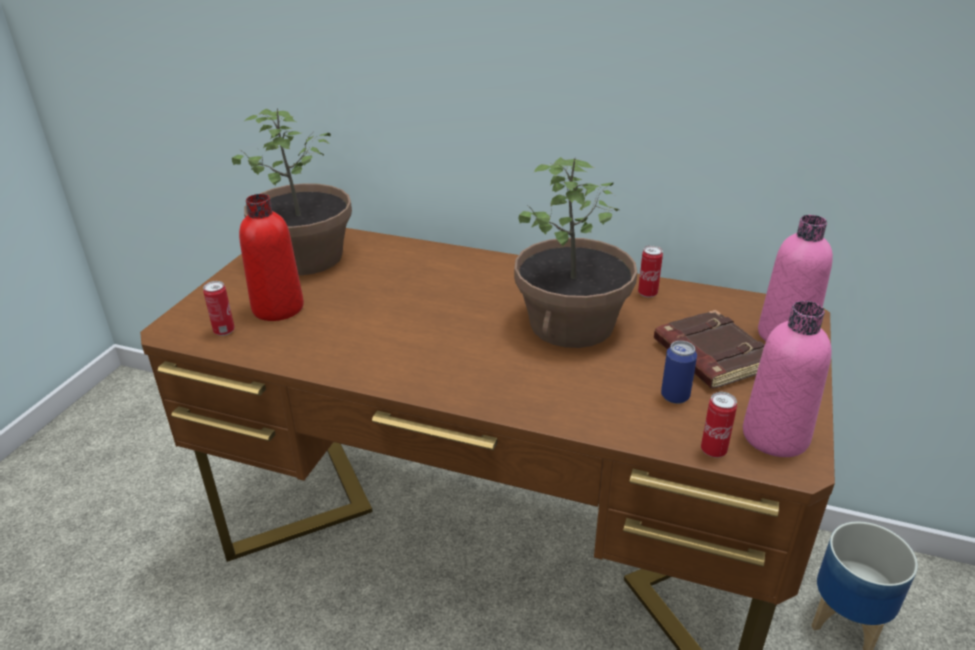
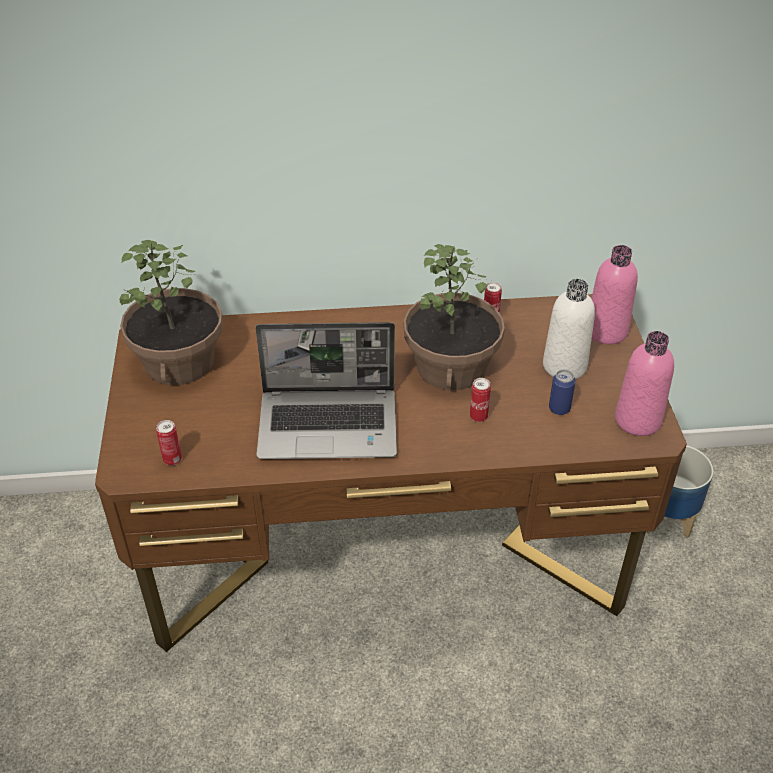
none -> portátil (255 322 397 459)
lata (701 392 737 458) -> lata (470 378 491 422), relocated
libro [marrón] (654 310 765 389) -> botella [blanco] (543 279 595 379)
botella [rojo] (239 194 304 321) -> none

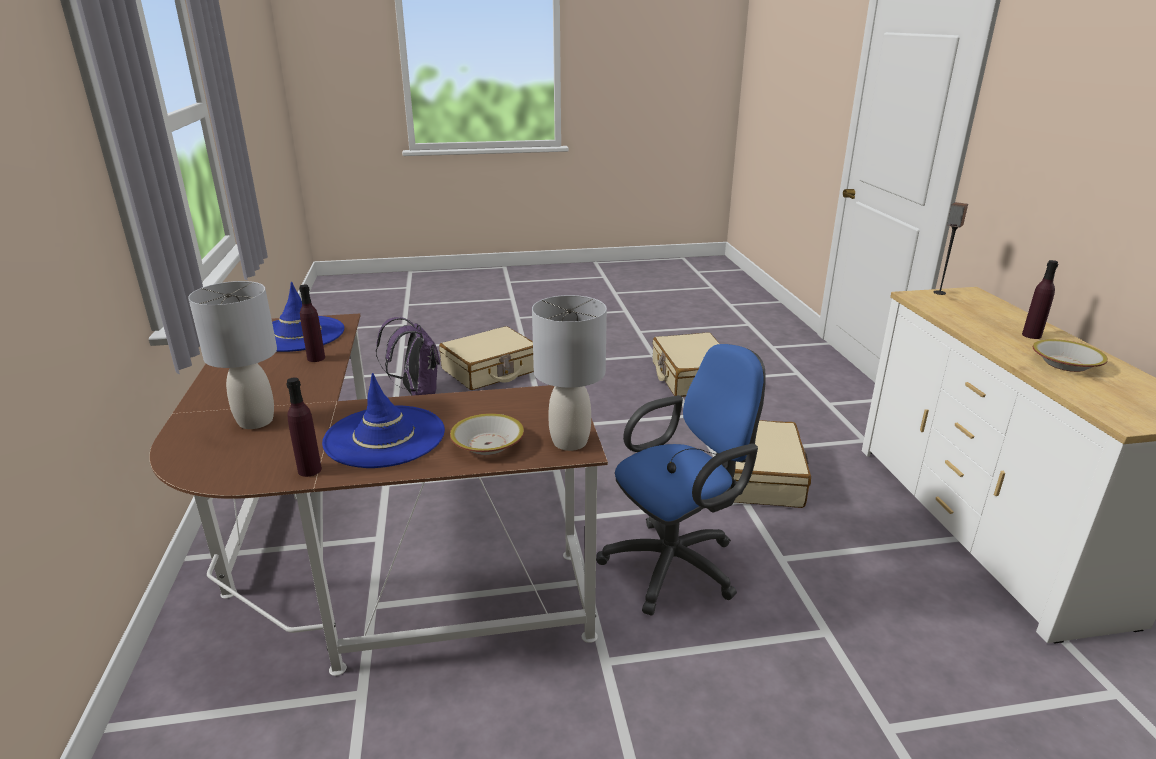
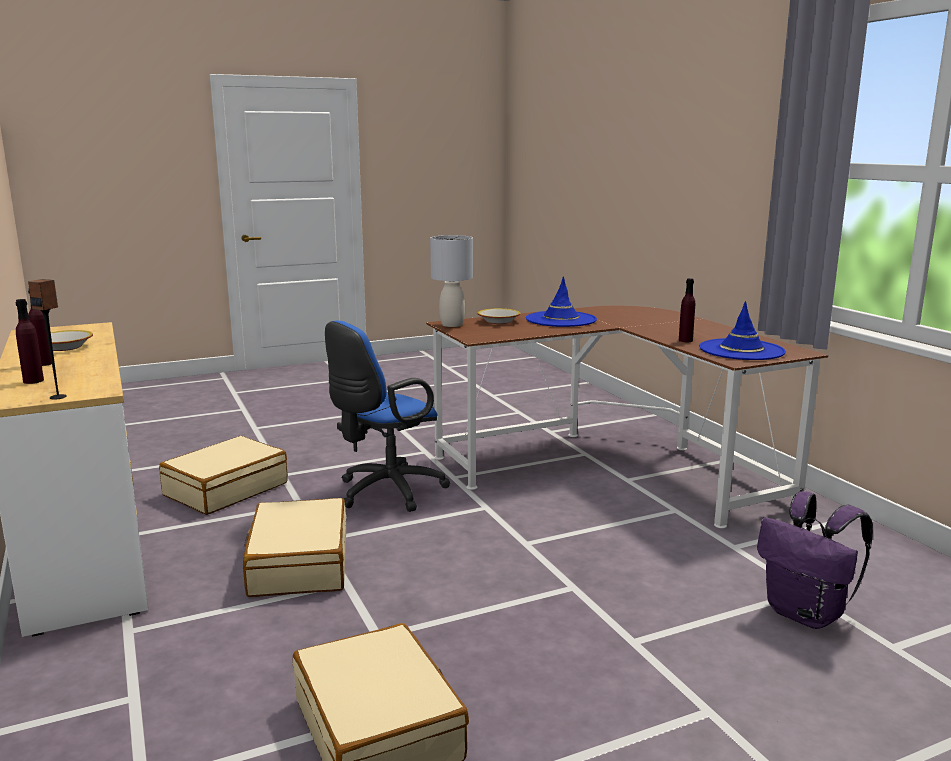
botella [morado] (286 377 322 477) -> botella [morado] (16 299 44 384), relocated
maleta [beis] (439 326 534 390) -> maleta [beis] (159 436 288 515), relocated
lámpara de mesa [gris] (188 281 277 429) -> none

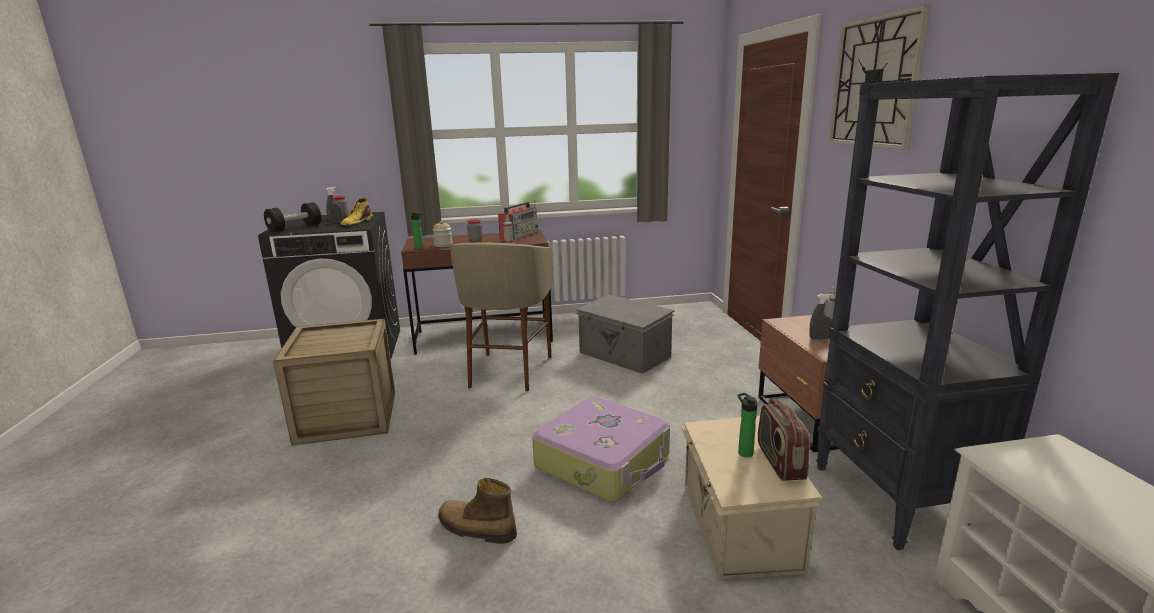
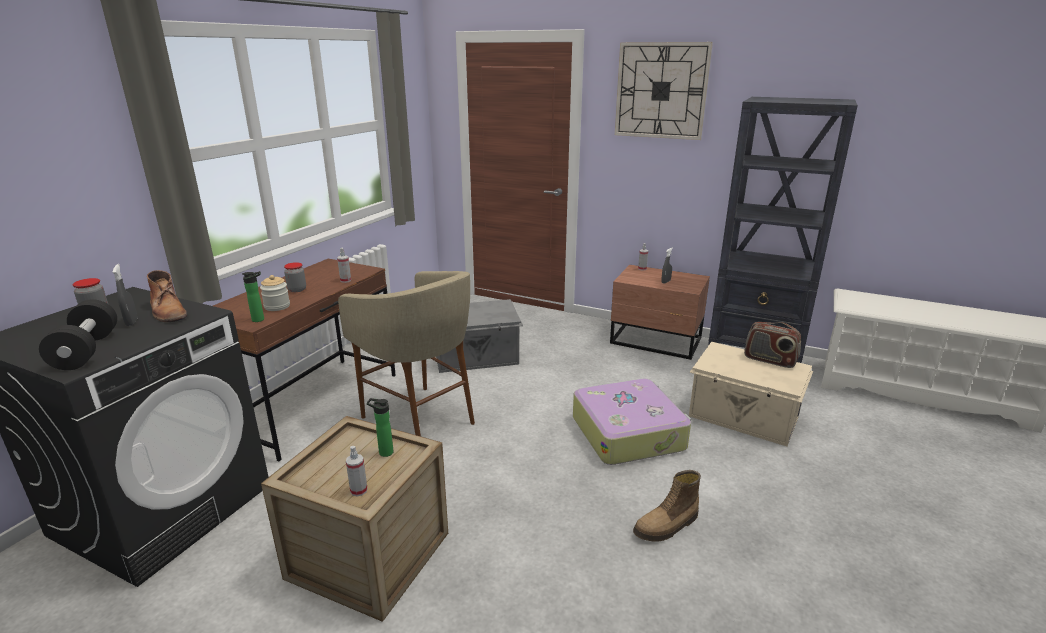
bota [amarillo] (340 198 373 227) -> bota [marrón] (147 270 187 322)
none -> pulverizador (346 446 368 496)
botella (738 393 758 458) -> botella (367 398 394 457), relocated
radio (498 200 538 240) -> none

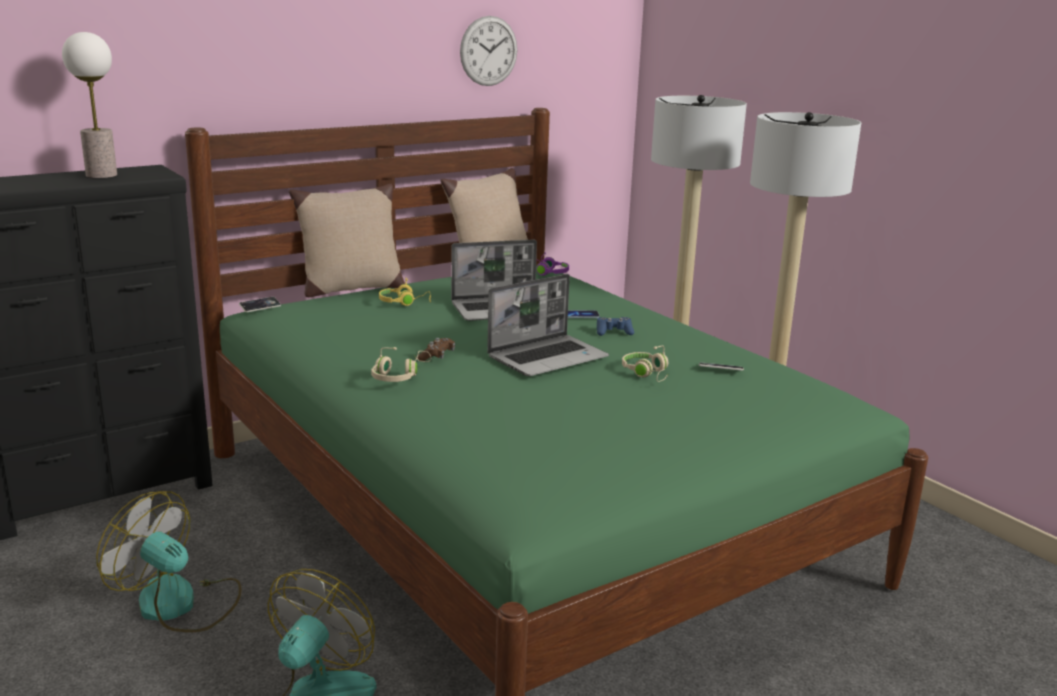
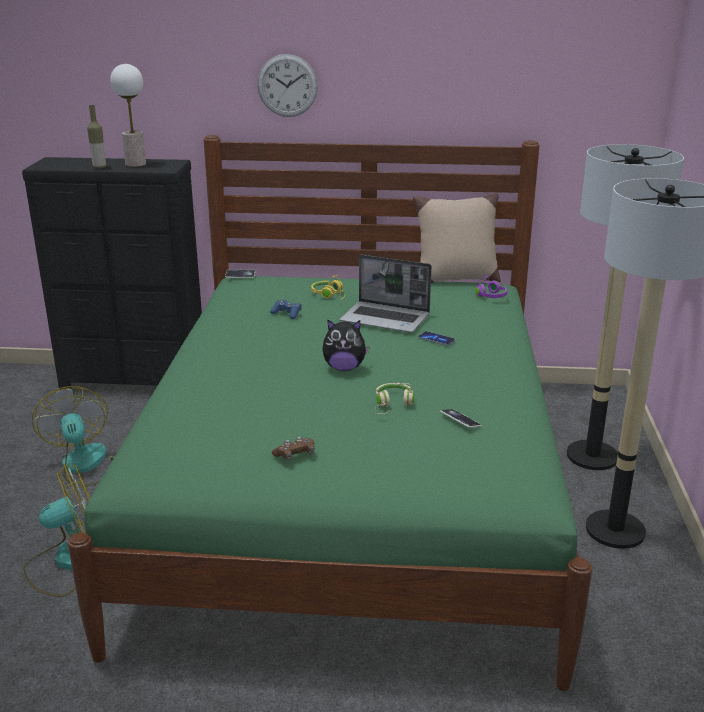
none -> botella (87 105 106 169)
reloj de pared (460 16 517 86) -> reloj de pared (257 54 318 117), relocated
mando de consola [azul] (597 317 634 336) -> mando de consola [azul] (270 300 301 319), relocated
mando de consola [marrón] (418 338 455 361) -> mando de consola [marrón] (272 437 314 461), relocated
portátil (487 274 609 376) -> peluche (322 320 370 371)
cojín [beis] (289 184 405 297) -> none
auriculares [beis] (371 347 431 382) -> none

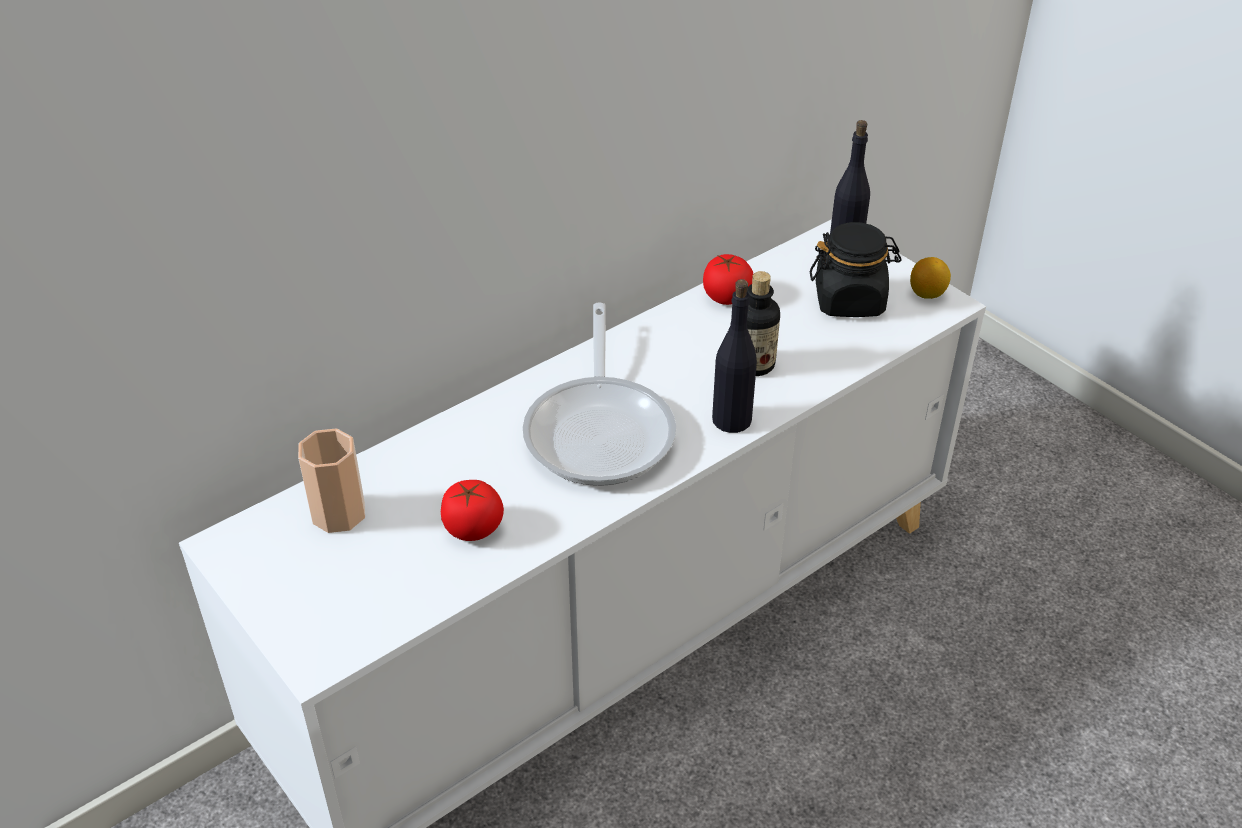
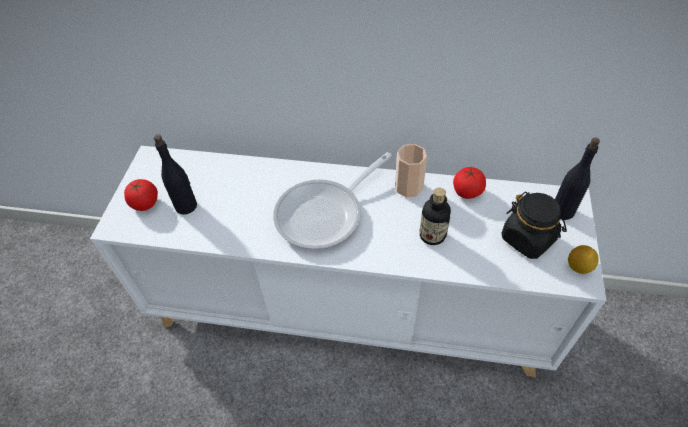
tomate (441 480 504 541) -> tomate (124 179 158 211), relocated
botella [negro] (712 279 757 433) -> botella [negro] (154 135 197 214), relocated
taza (298 429 365 533) -> taza (395 144 427 197), relocated

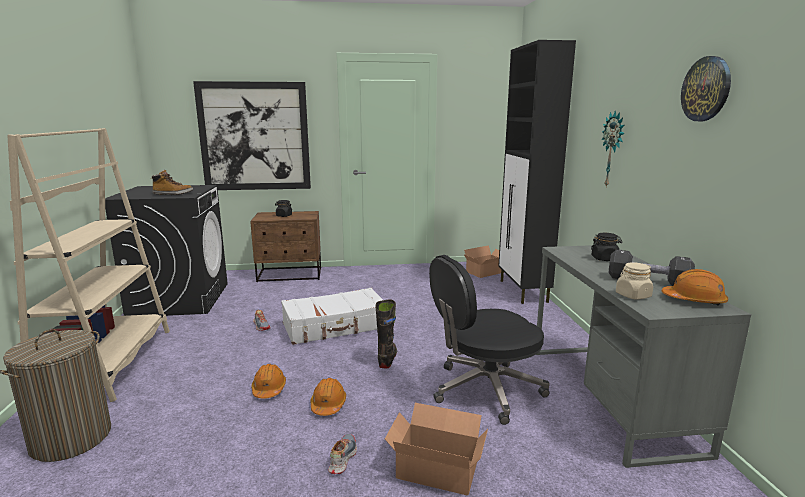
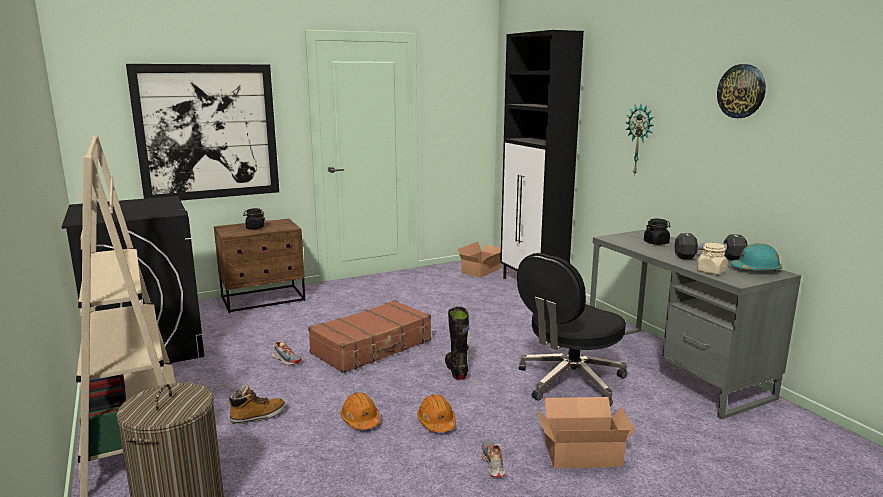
bota (151 169 193 195) -> bota (227 385 285 424), relocated
maleta [blanco] (281 288 383 345) -> maleta [marrón] (308 300 431 373)
casco [naranja] (662 269 728 305) -> casco [turquesa] (730 243 782 271)

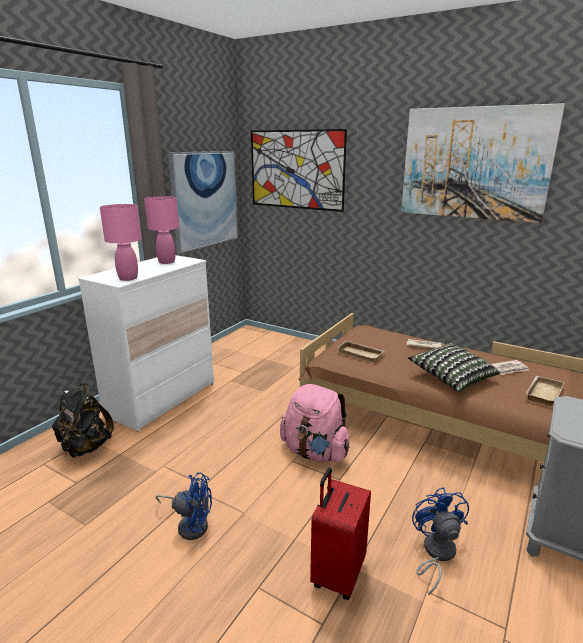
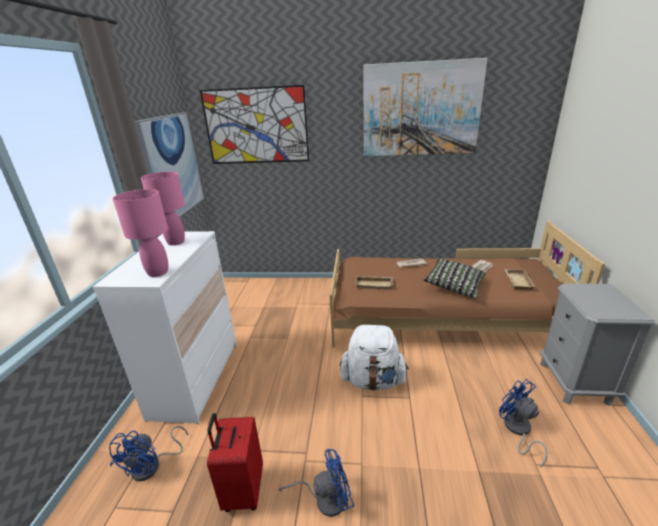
mochila [negro] (52 384 114 458) -> ventilador [azul] (109 426 188 481)
maleta [rojo] (310 468 371 600) -> maleta [rojo] (207 413 263 512), relocated
mochila [rosa] (280 384 350 462) -> mochila [blanco] (340 325 409 391)

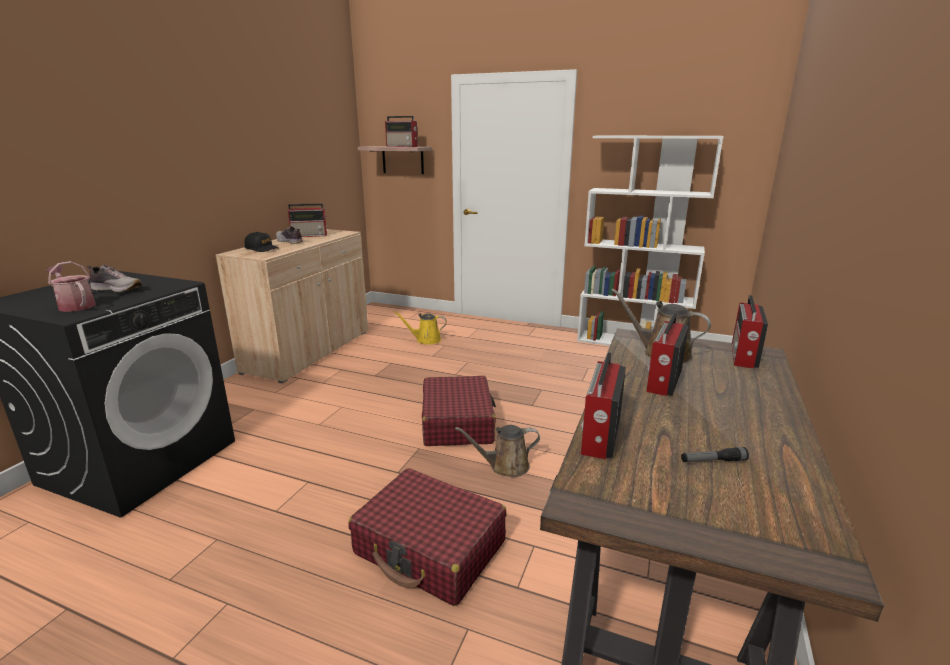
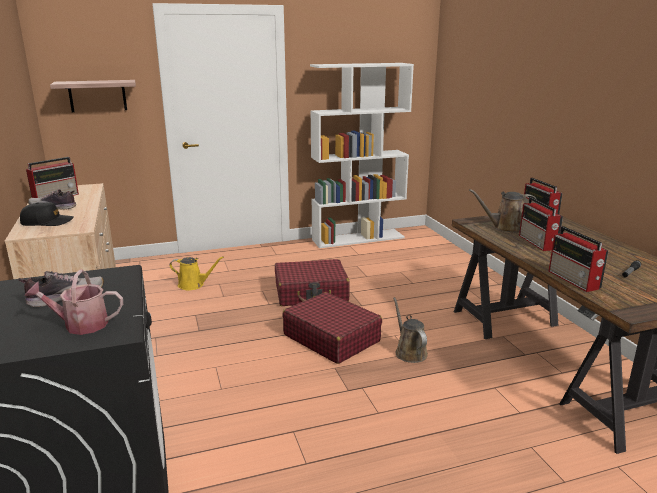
regadera [amarillo] (393 311 447 345) -> regadera [amarillo] (169 256 224 290), 135 degrees counterclockwise
maleta [rojo] (349 468 506 606) -> maleta [rojo] (275 259 350 306), relocated
regadera [marrón] (455 425 540 477) -> regadera [marrón] (393 297 428 363), 120 degrees clockwise
radio (385 116 418 147) -> none

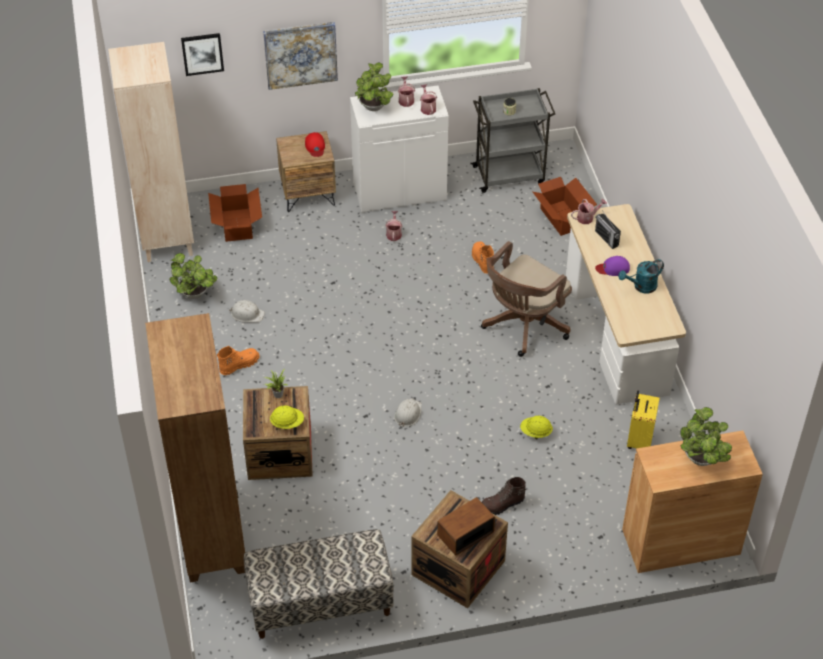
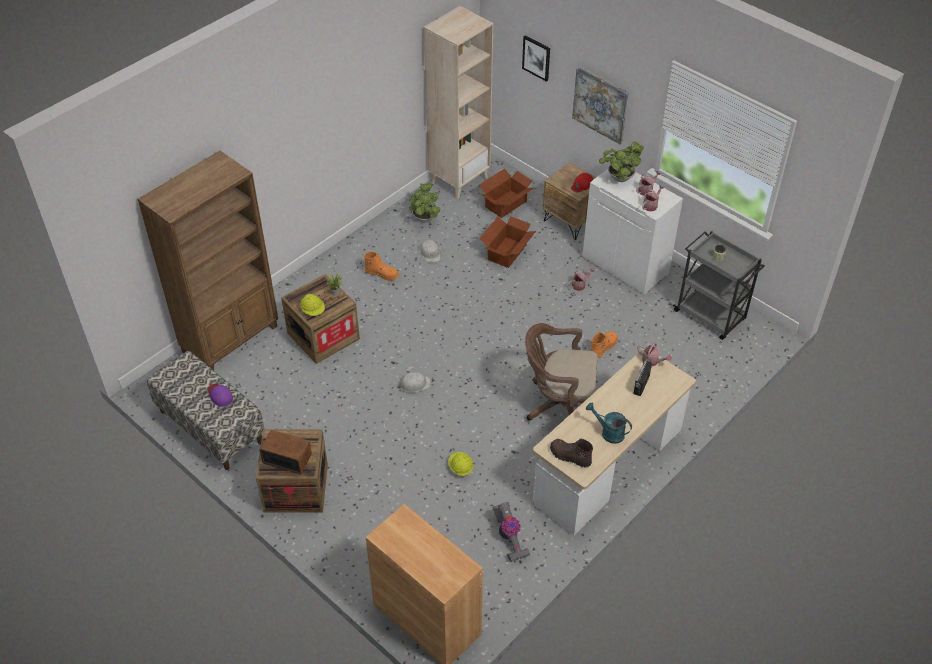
gorra [morado] (595 256 630 276) -> gorra [morado] (208 384 233 407), relocated
caja de cartón (533 177 597 236) -> caja de cartón (479 216 536 268), relocated
maleta [amarillo] (627 390 660 449) -> aspiradora (493 502 530 562)
bota [marrón] (482 477 526 515) -> bota [marrón] (550 438 593 468), relocated
planta en maceta (680 407 732 466) -> none

